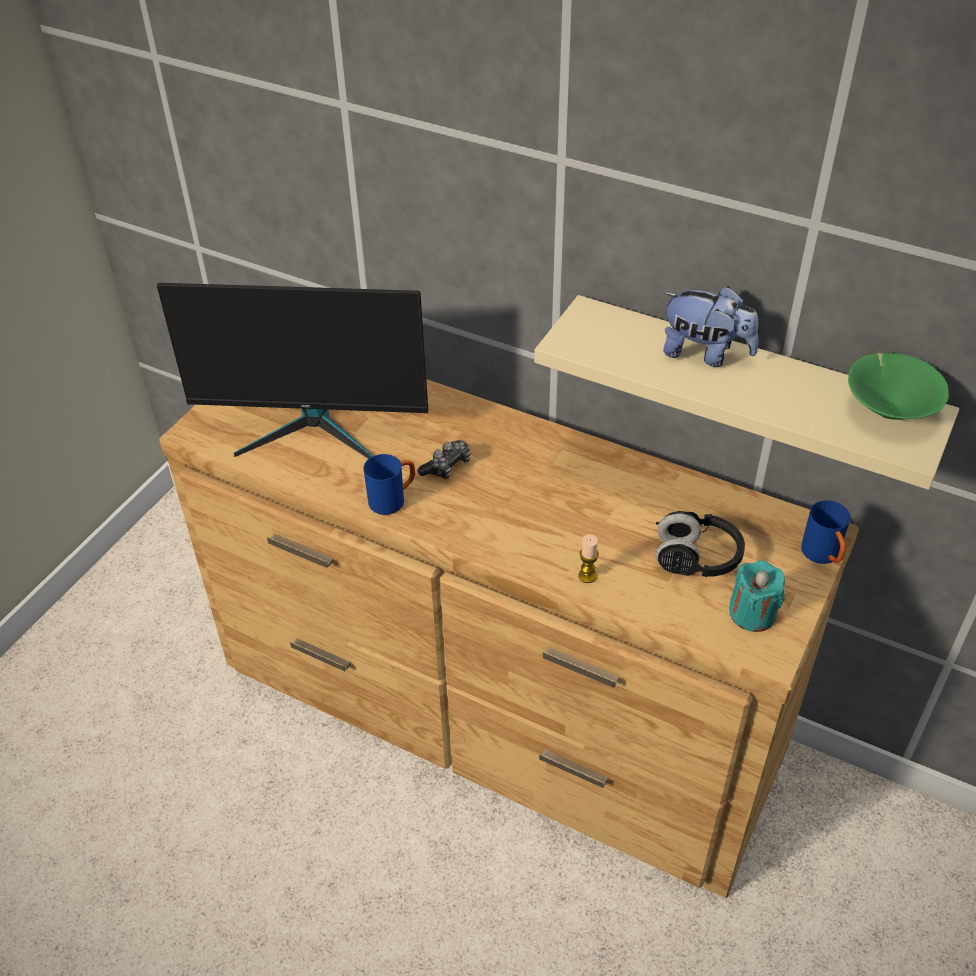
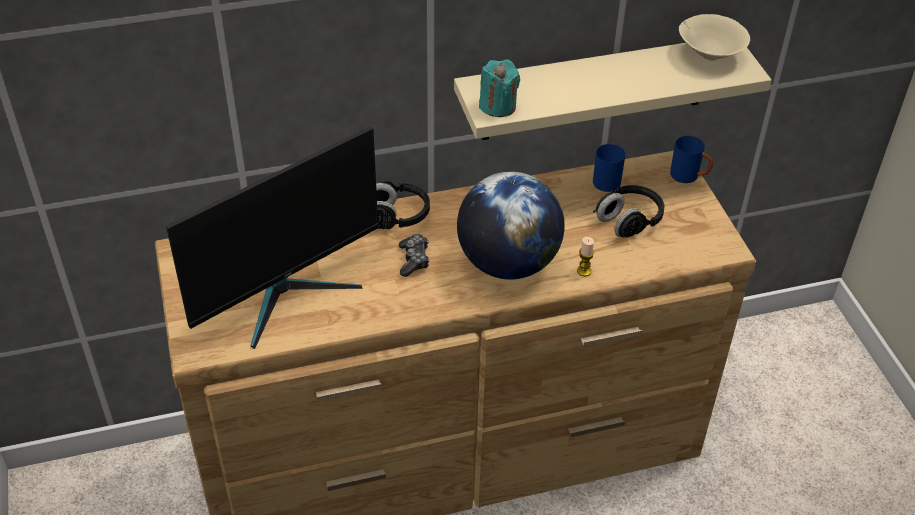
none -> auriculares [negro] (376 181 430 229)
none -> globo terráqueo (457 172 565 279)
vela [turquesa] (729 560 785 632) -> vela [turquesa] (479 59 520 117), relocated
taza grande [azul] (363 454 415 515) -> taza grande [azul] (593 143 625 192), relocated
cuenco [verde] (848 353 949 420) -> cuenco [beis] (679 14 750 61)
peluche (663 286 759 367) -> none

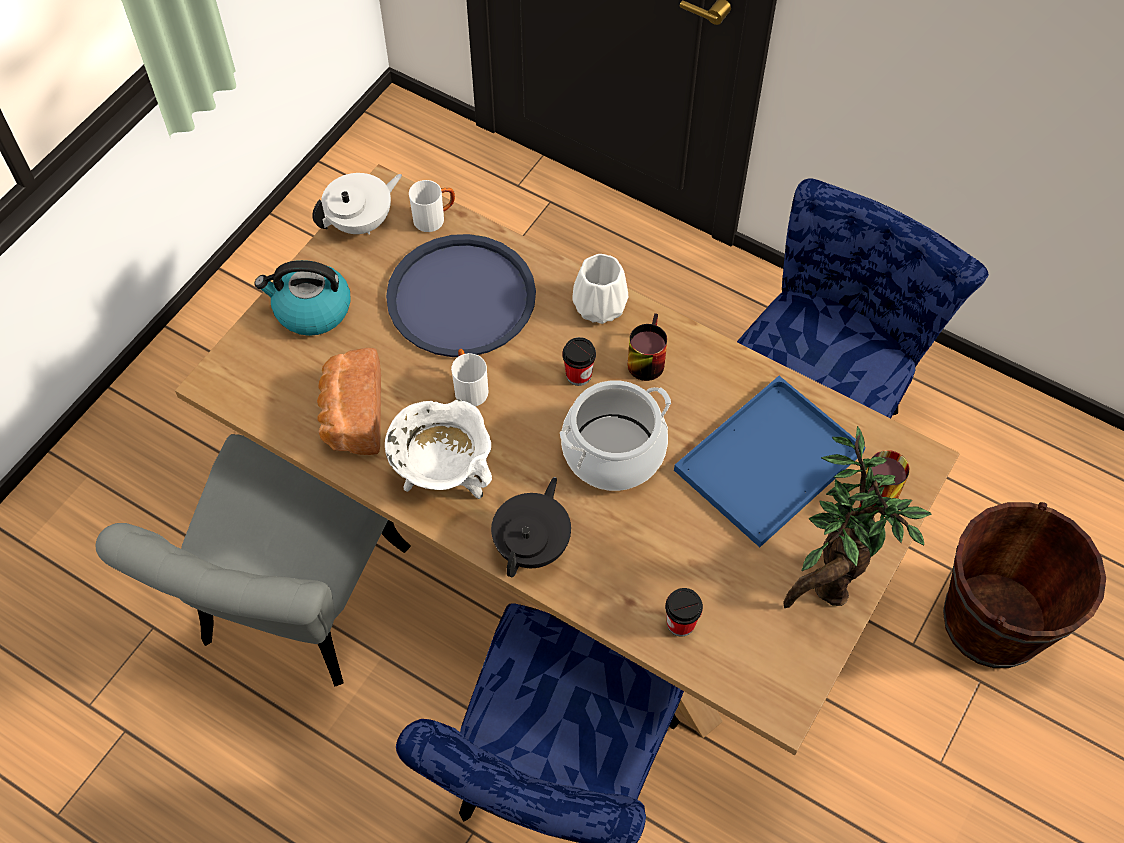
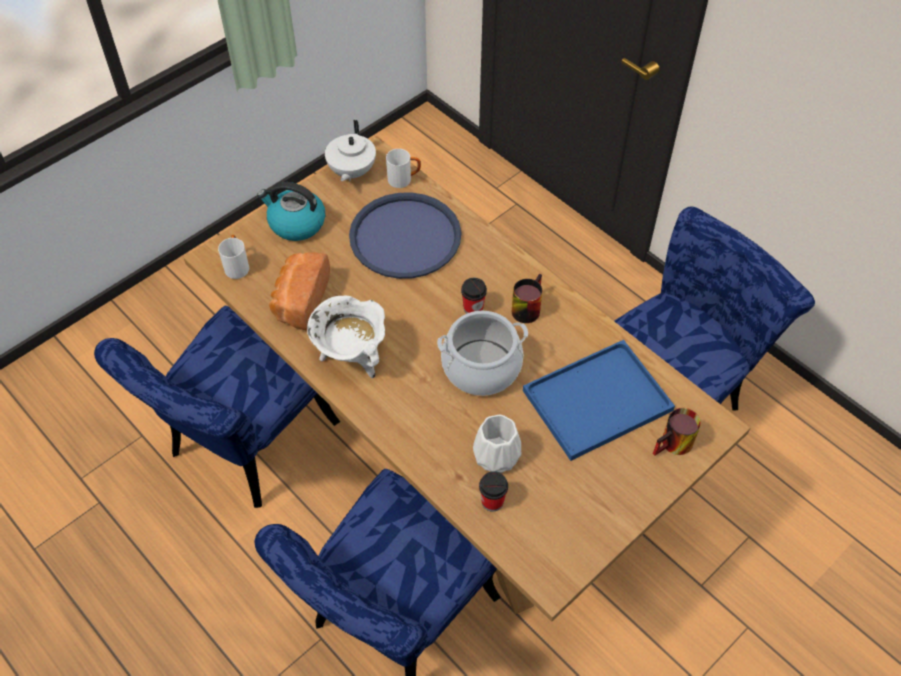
silla [gris] (95 434 411 686) -> silla [azul] (94 306 340 508)
taza grande [blanco] (451 349 488 406) -> taza grande [blanco] (218 235 249 279), relocated
tetera [blanco] (312 173 402 234) -> tetera [blanco] (325 120 376 181), 120 degrees clockwise
florero [blanco] (572 254 629 324) -> florero [blanco] (473 415 521 473), relocated
tetera [negro] (491 477 571 577) -> none
planta en maceta (783 426 932 608) -> none
cubo [marrón] (943 502 1106 668) -> none

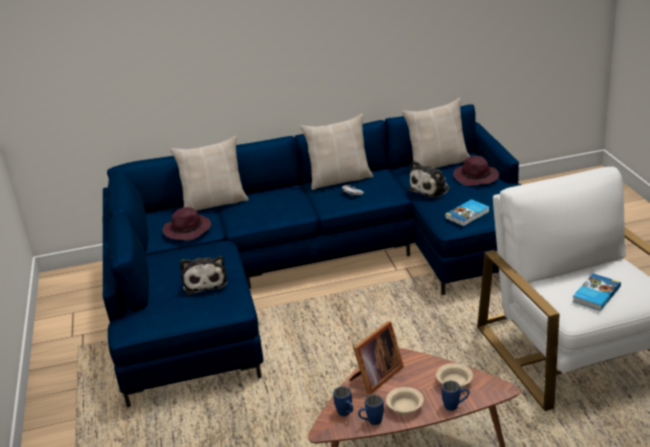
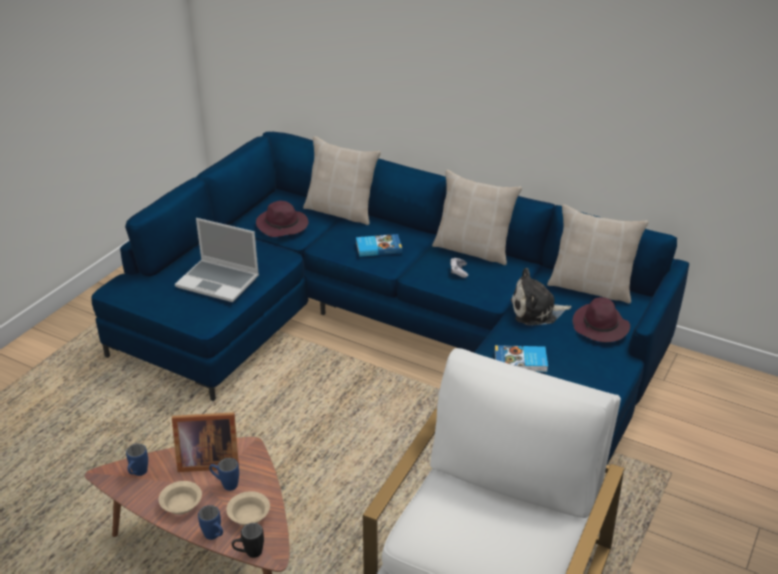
peluche (180 256 228 295) -> portátil (175 218 259 302)
taza grande [azul] (358 395 384 425) -> taza grande [azul] (209 458 239 491), relocated
none -> taza grande [negro] (232 523 264 558)
libro (572 274 621 311) -> libro (356 234 402 257), relocated

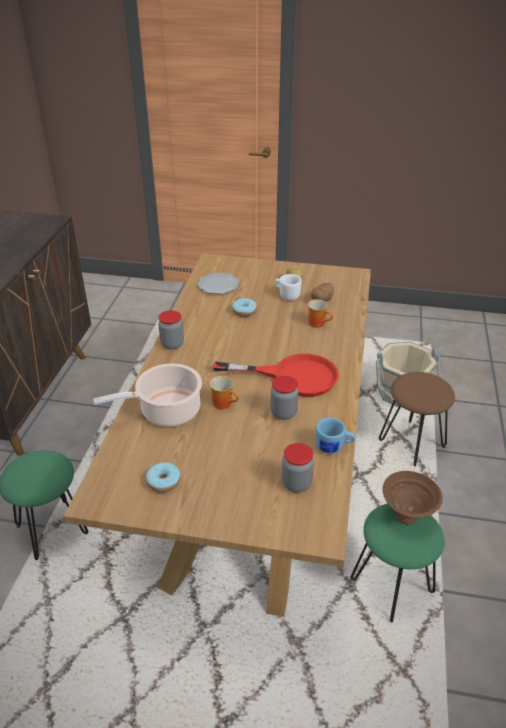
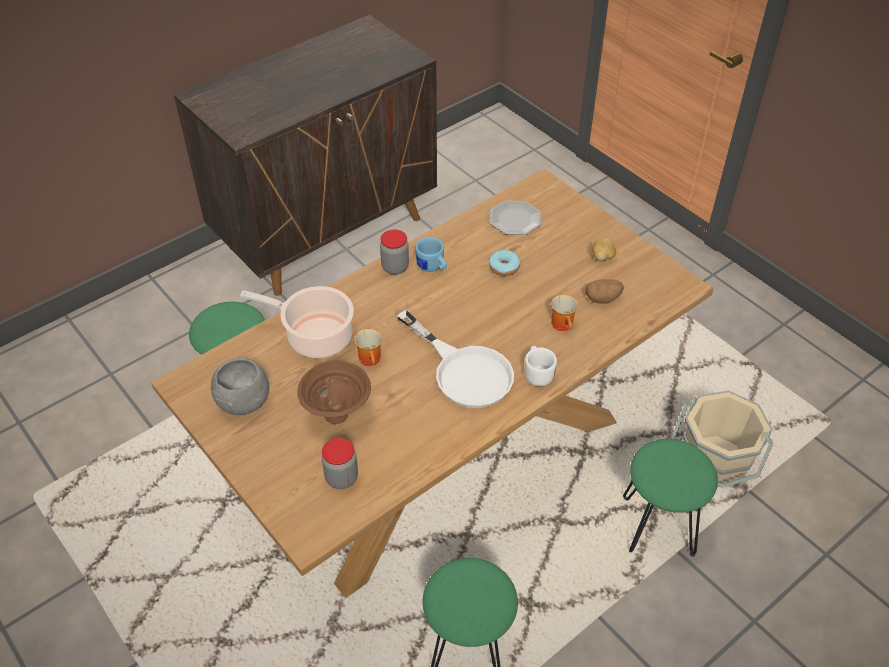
rosquilla (146 462 181 493) -> cuenco [gris] (211 358 269 415)
cuenco [marrón] (383 471 443 525) -> cuenco [marrón] (297 361 371 424), relocated
sartén [rojo] (213 354 339 397) -> sartén [blanco] (397 310 514 408)
taza grande [azul] (316 417 355 454) -> taza grande [azul] (415 237 447 272), relocated
taza grande [blanco] (275 274 302 300) -> taza grande [blanco] (525 346 557 386), relocated
taburete [marrón] (379 372 455 466) -> taburete [verde] (623 439 718 557)
tarro (270 376 299 420) -> none

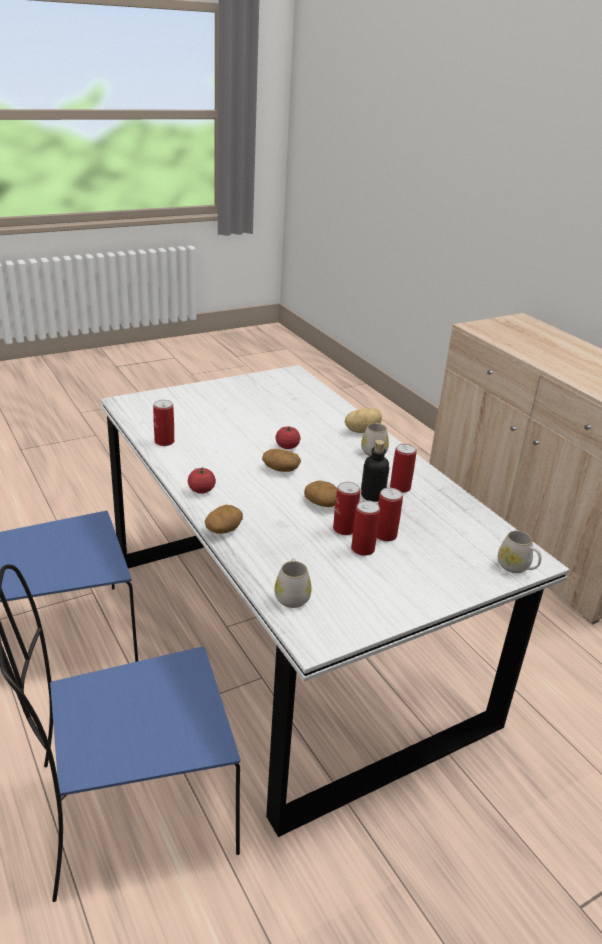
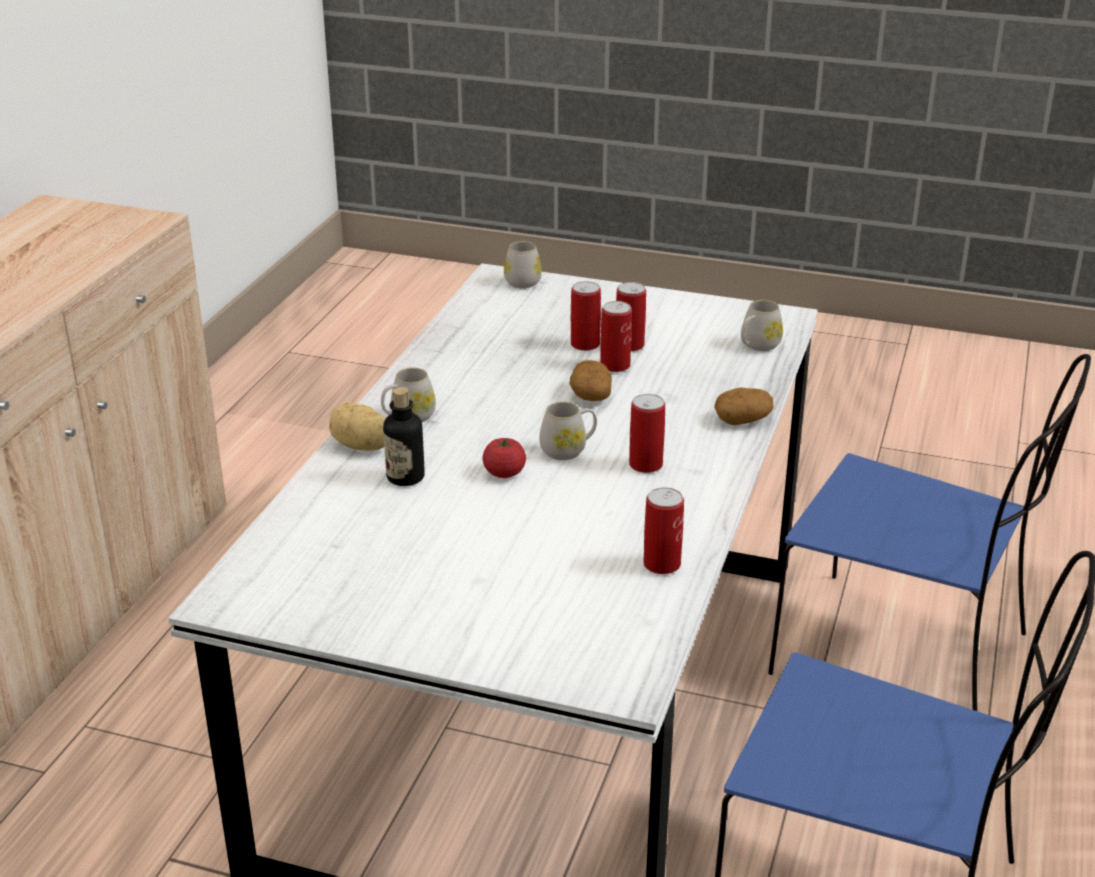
botella (361 440 389 502) -> botella (383 387 425 486), relocated
patata (262 449 301 472) -> taza grande [blanco] (539 402 597 460)
lata (390 444 417 493) -> lata (629 394 665 473), relocated
tomate (188 467 216 494) -> none

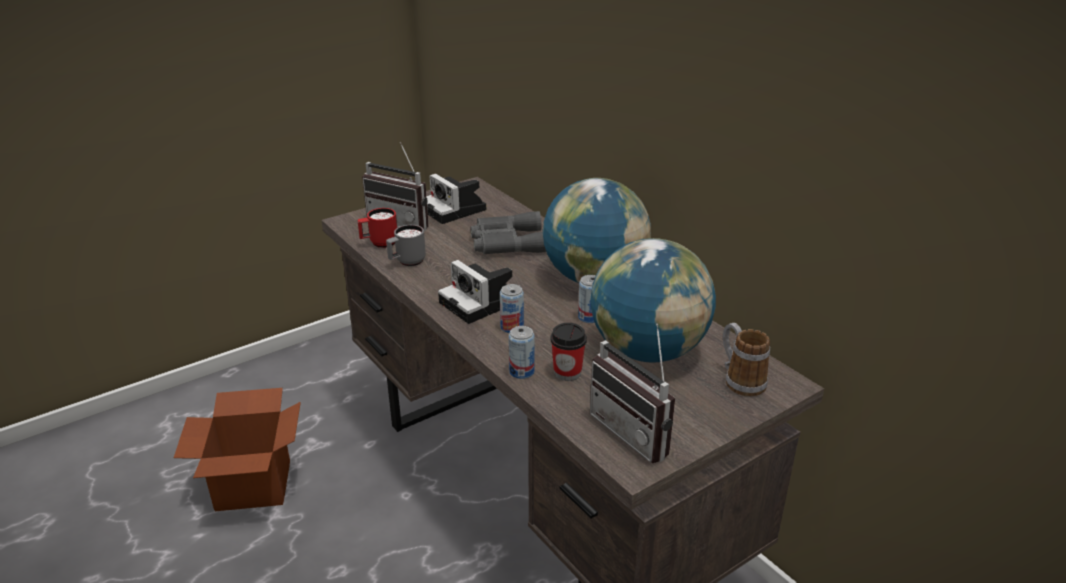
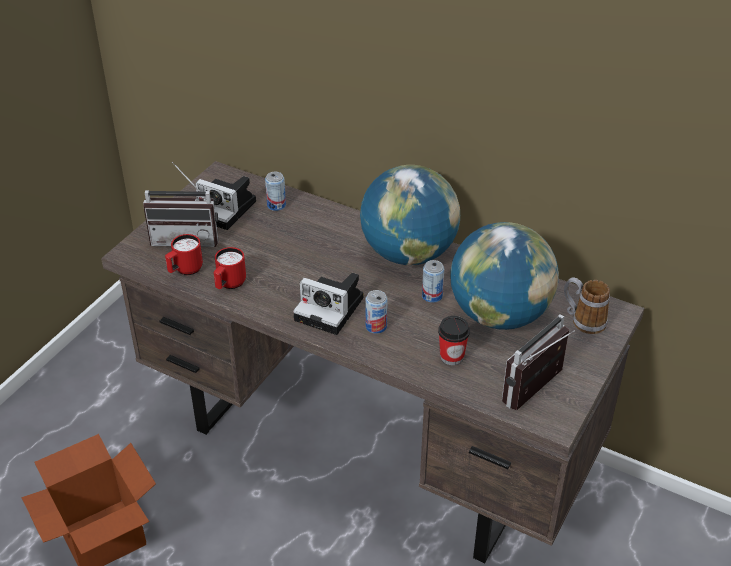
taza grande [gris] (386 225 426 266) -> taza grande [rojo] (214 247 246 289)
lata (509 326 535 379) -> lata (265 172 286 211), relocated
radio (590 324 675 463) -> radio (502 314 575 411), 105 degrees clockwise
prismáticos [gris] (471 211 546 254) -> none

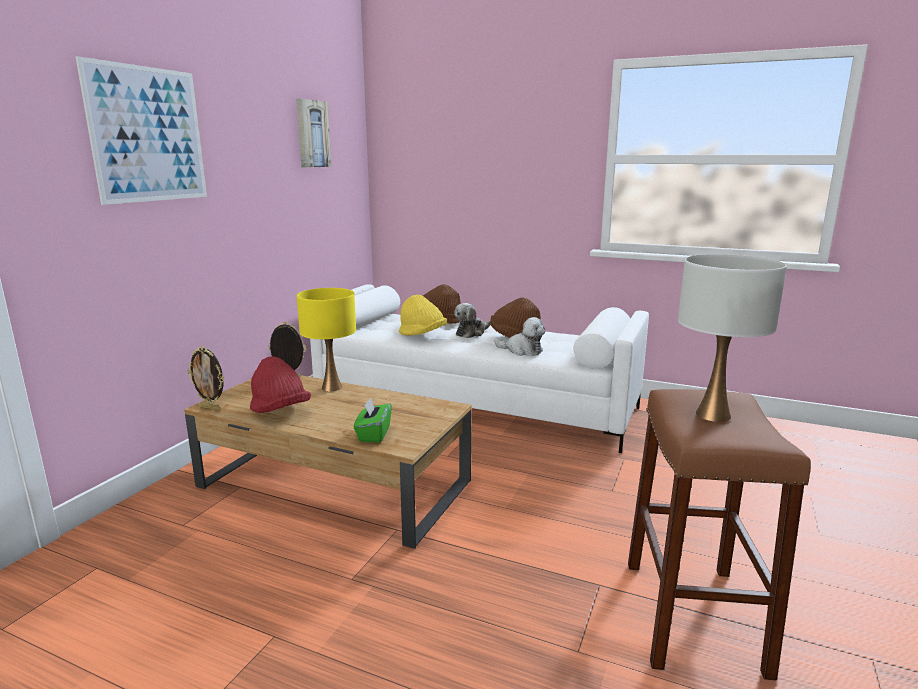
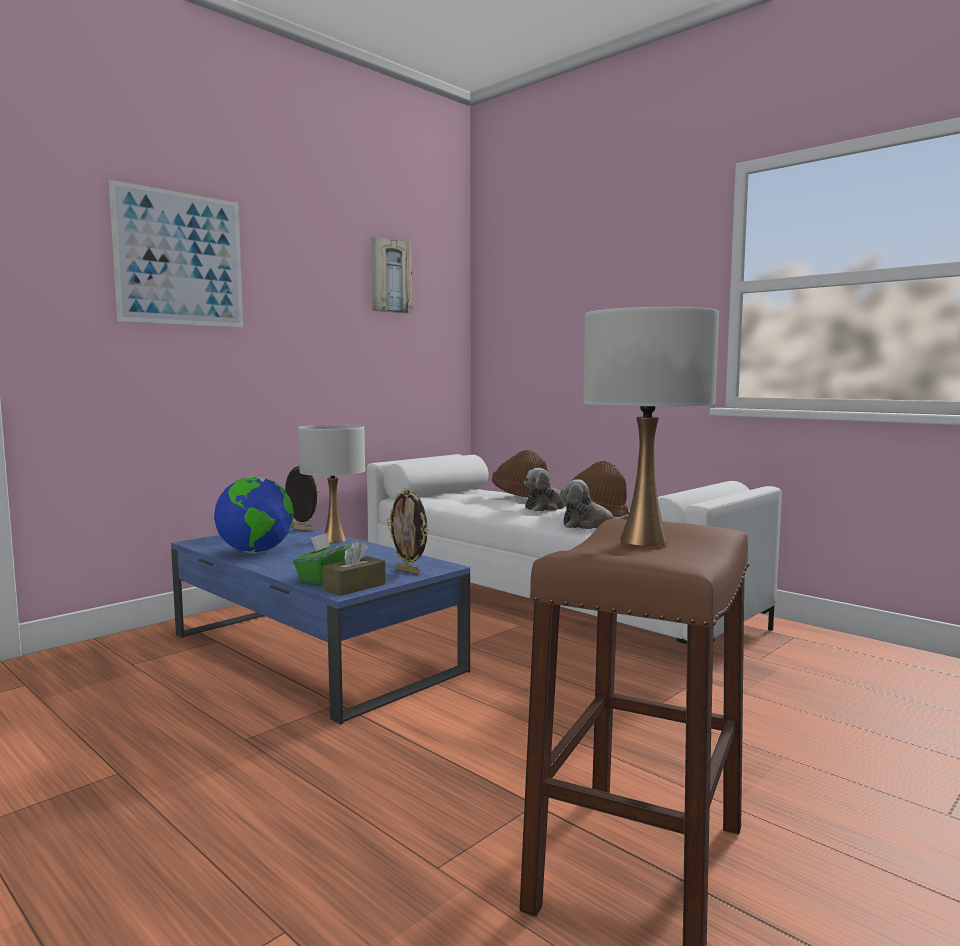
mesa de centro [marrón] (184 375 472 549) -> mesa de centro [azul] (171 523 470 725)
sombrero [rojo] (250 356 311 413) -> globo terráqueo (214 477 294 553)
lámpara de mesa [amarillo] (297 288 356 391) -> lámpara de mesa [blanco] (298 425 365 543)
none -> caja de pañuelos [marrón] (322 540 386 596)
portarretratos (187 346 224 410) -> portarretratos (387 488 428 574), relocated
peluche (494 317 545 356) -> peluche (559 479 628 529), 135 degrees clockwise
sombrero [amarillo] (399 295 447 336) -> none

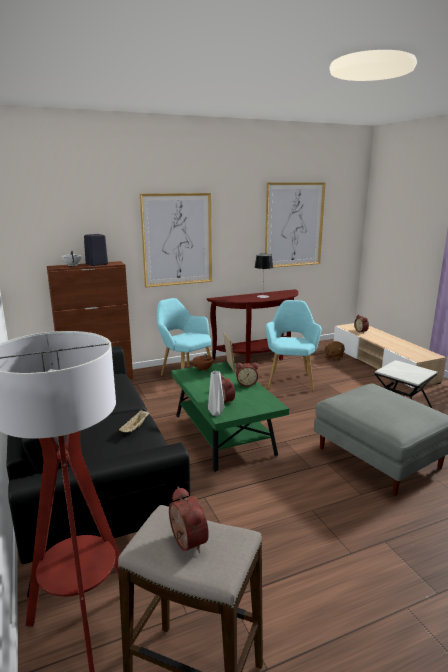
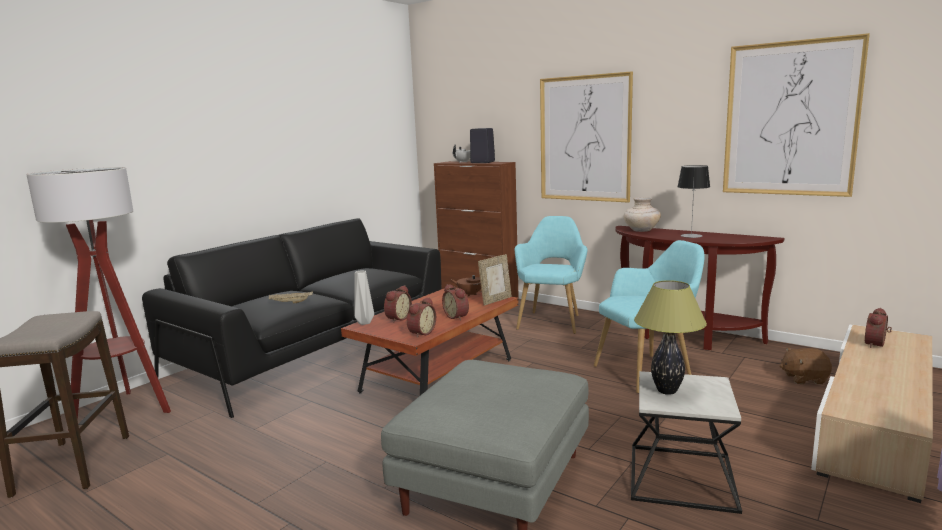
mesa de centro [verde] (171 362 289 472) -> mesa de centro [marrón] (341 288 518 395)
despertador (169 487 209 553) -> despertador (407 297 436 338), relocated
none -> florero [beis] (624 197 661 232)
none -> lámpara de mesa (634 280 707 395)

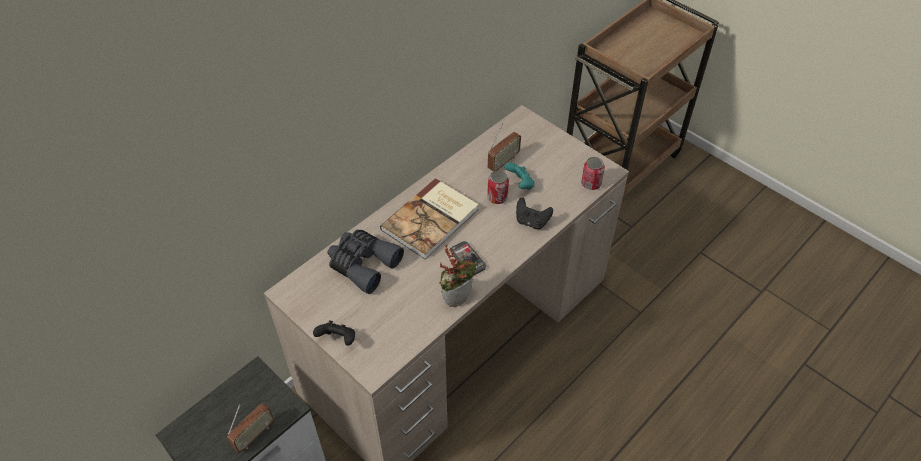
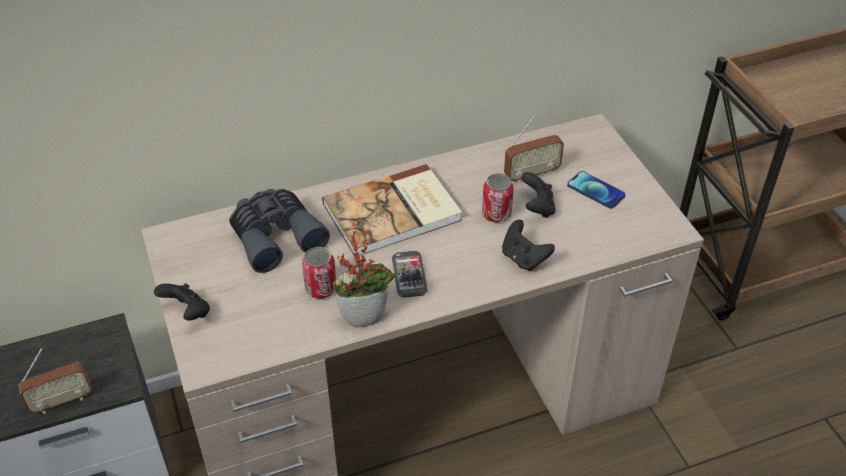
lata (581 157 605 190) -> lata (302 247 336 299), relocated
mando de consola [turquesa] (504 163 535 190) -> mando de consola [negro] (521 172 556 218)
none -> móvil (567 171 625 209)

